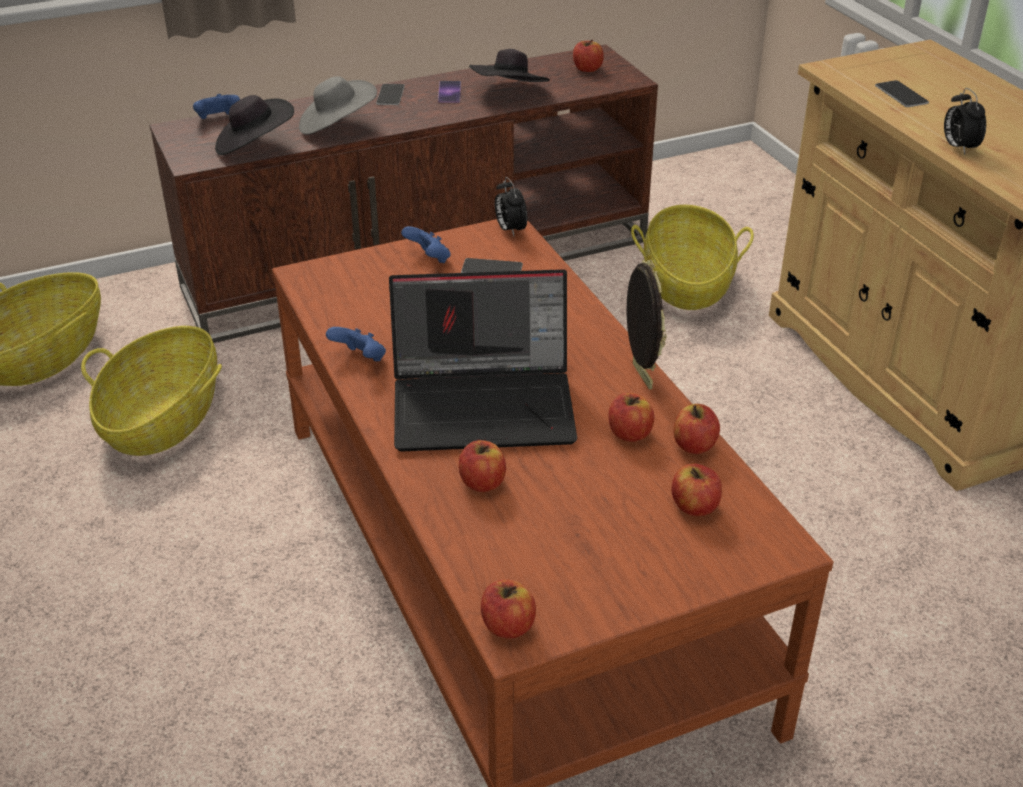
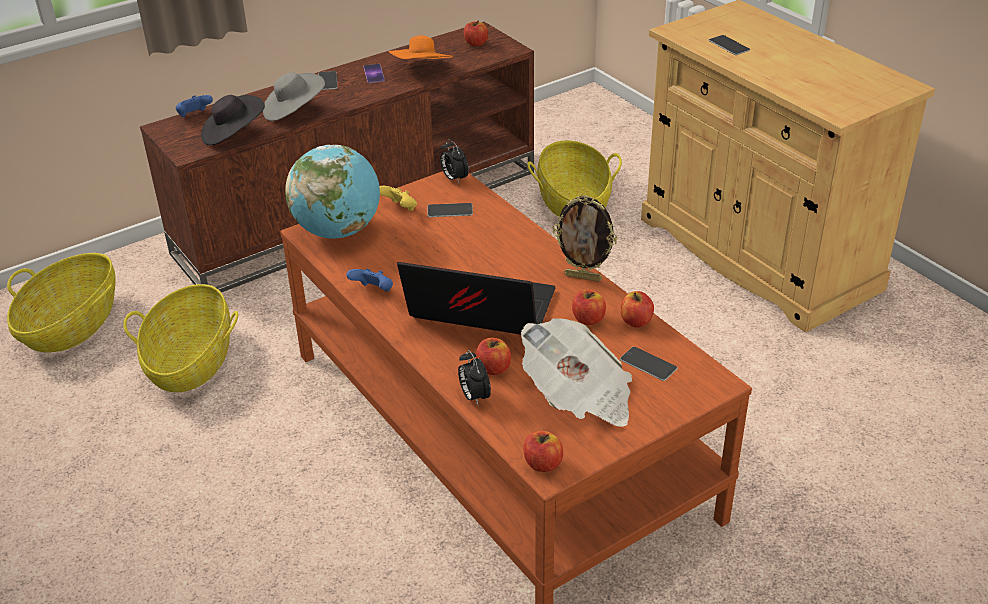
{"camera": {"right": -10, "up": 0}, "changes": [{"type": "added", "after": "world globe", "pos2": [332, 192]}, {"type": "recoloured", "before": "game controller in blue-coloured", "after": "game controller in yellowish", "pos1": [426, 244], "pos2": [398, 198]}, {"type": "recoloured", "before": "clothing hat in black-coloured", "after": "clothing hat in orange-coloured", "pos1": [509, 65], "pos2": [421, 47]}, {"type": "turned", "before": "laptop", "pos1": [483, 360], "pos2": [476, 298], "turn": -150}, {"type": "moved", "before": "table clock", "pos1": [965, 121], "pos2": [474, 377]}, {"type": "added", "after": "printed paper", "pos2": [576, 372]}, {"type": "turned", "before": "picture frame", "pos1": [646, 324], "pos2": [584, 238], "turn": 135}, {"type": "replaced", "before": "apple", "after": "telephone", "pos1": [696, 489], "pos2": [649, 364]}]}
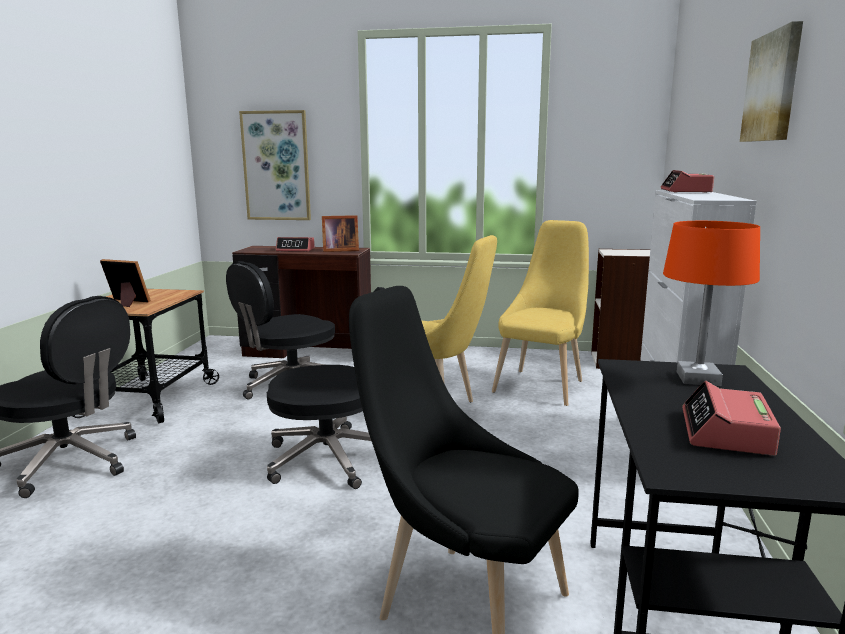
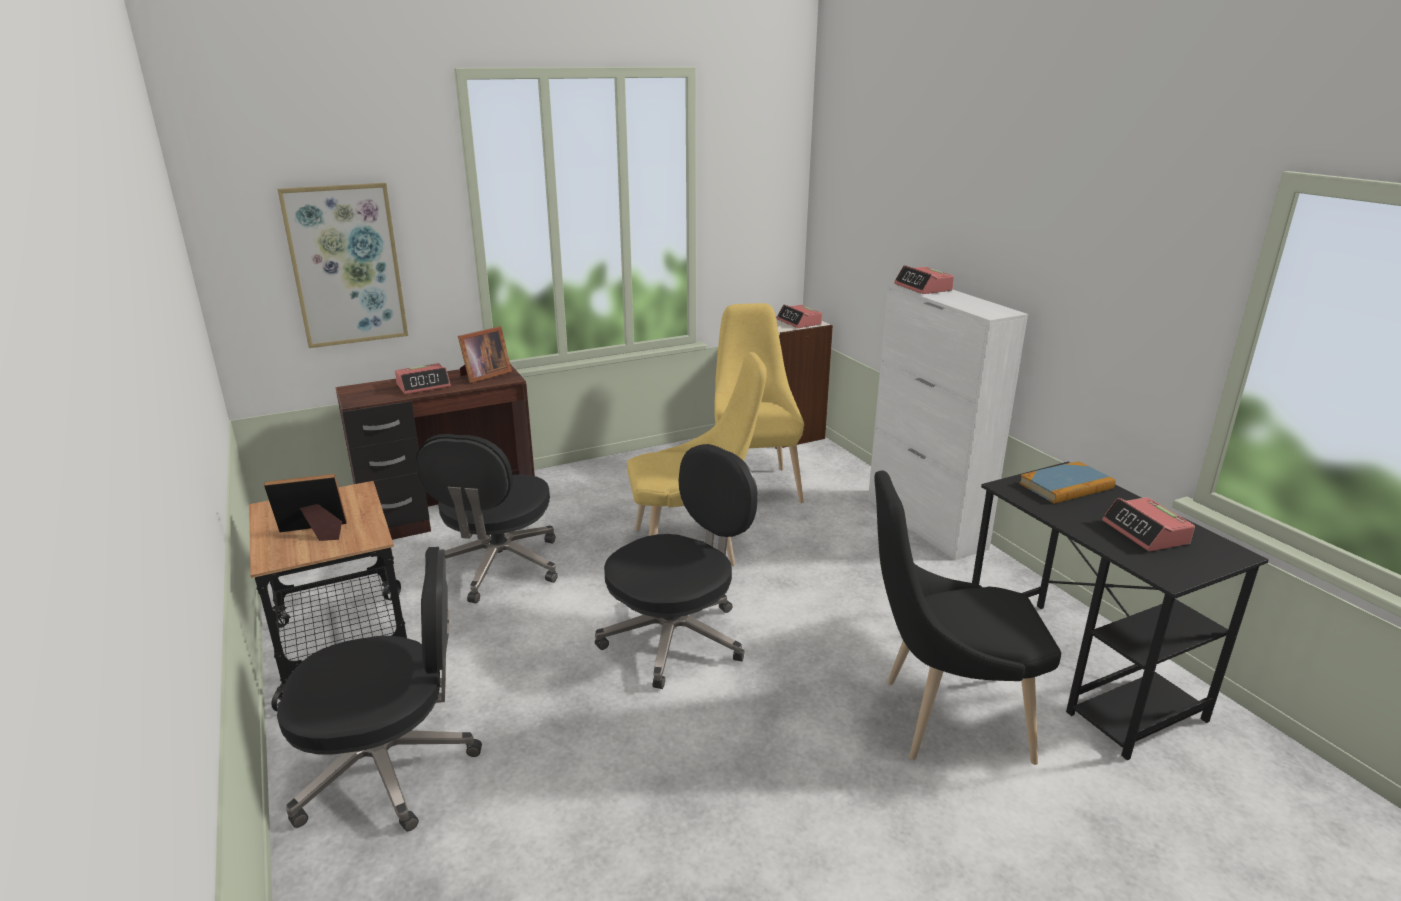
{"camera": {"right": -35, "up": 10}, "changes": [{"type": "added", "after": "table clock", "pos2": [799, 316]}, {"type": "replaced", "before": "lamp for a table in orange-coloured", "after": "book", "pos1": [711, 303], "pos2": [1067, 482]}, {"type": "removed", "before": "picture", "pos1": [771, 81]}]}
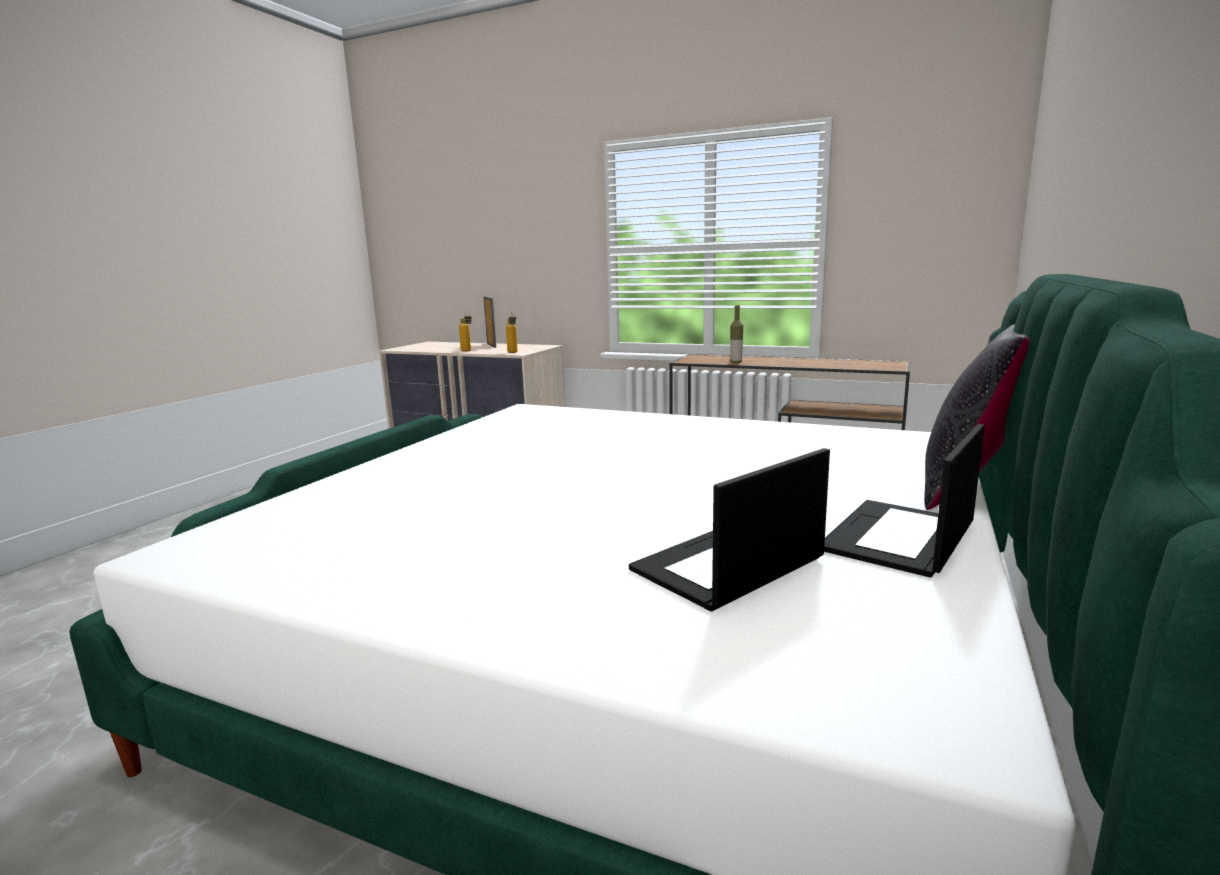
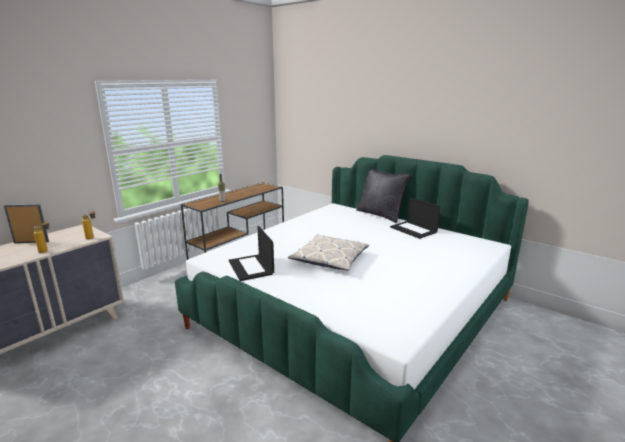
{"camera": {"right": -75, "up": 5}, "changes": [{"type": "moved", "before": "laptop", "pos1": [729, 529], "pos2": [251, 253]}, {"type": "added", "after": "throw pillow", "pos2": [328, 252]}]}
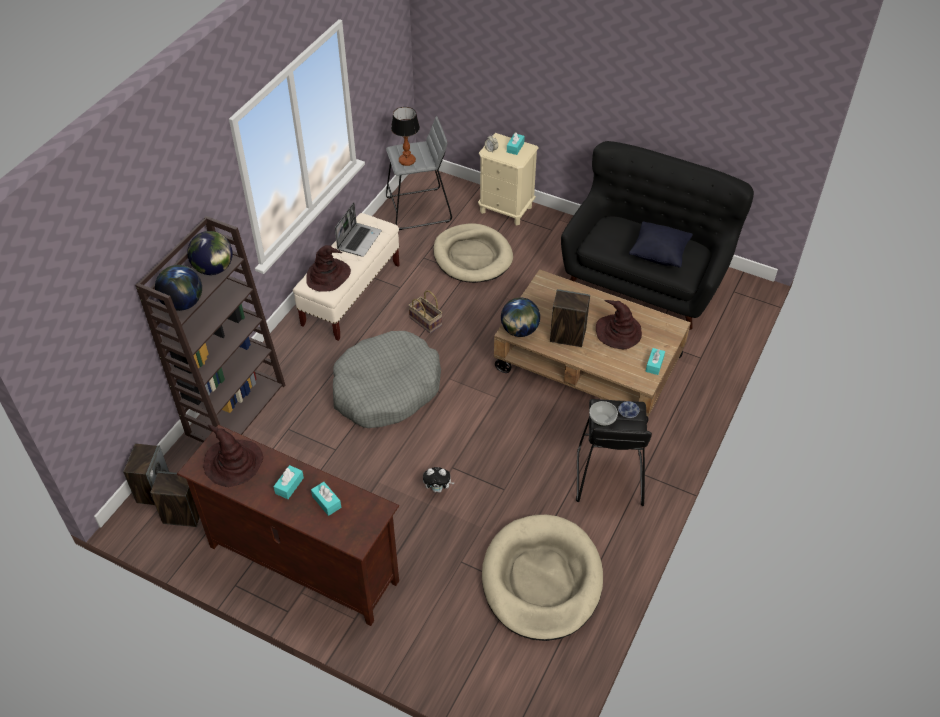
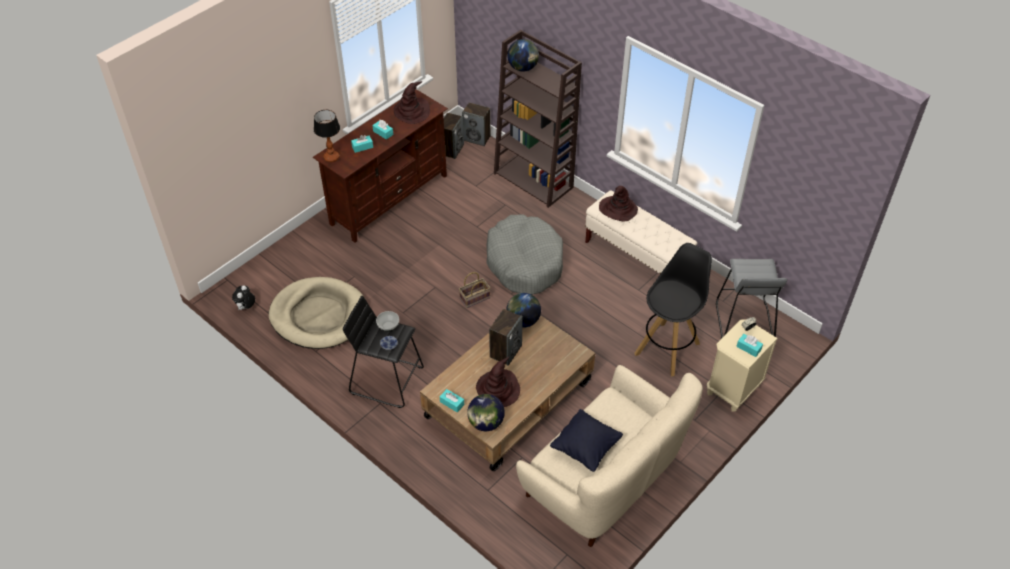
{"camera": {"right": 105, "up": 0}, "changes": [{"type": "moved", "before": "soft toy", "pos1": [438, 480], "pos2": [243, 298]}, {"type": "moved", "before": "lamp for a table", "pos1": [405, 136], "pos2": [327, 136]}, {"type": "moved", "before": "household basket", "pos1": [425, 311], "pos2": [474, 290]}, {"type": "moved", "before": "world globe", "pos1": [210, 253], "pos2": [486, 412]}, {"type": "recoloured", "before": "sofa in black-coloured", "after": "sofa in sand-coloured", "pos1": [657, 235], "pos2": [609, 456]}, {"type": "replaced", "before": "dog bed in sand-coloured", "after": "stool in black-coloured", "pos1": [473, 253], "pos2": [673, 309]}, {"type": "removed", "before": "laptop", "pos1": [358, 229]}]}
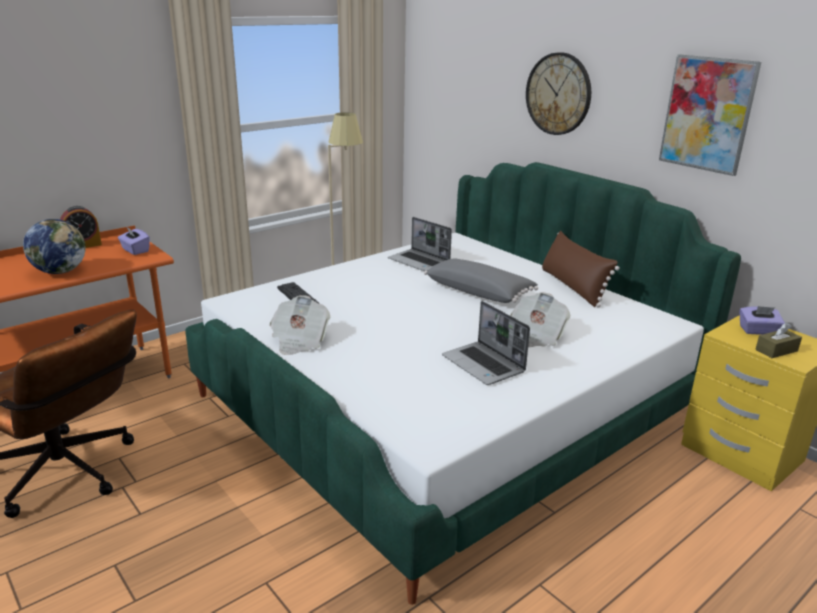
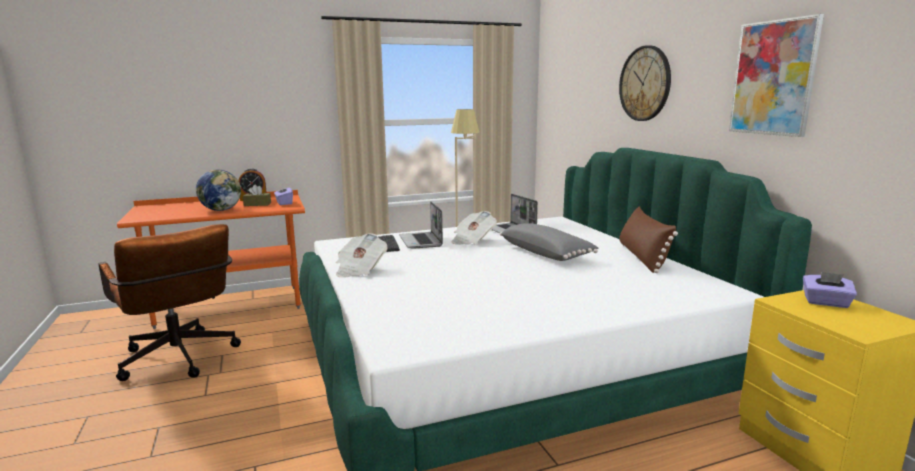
{"camera": {"right": 20, "up": -10}, "changes": [{"type": "moved", "before": "tissue box in brown-coloured", "pos1": [778, 340], "pos2": [257, 195]}, {"type": "moved", "before": "laptop", "pos1": [486, 343], "pos2": [421, 225]}, {"type": "moved", "before": "printed paper", "pos1": [540, 319], "pos2": [474, 228]}]}
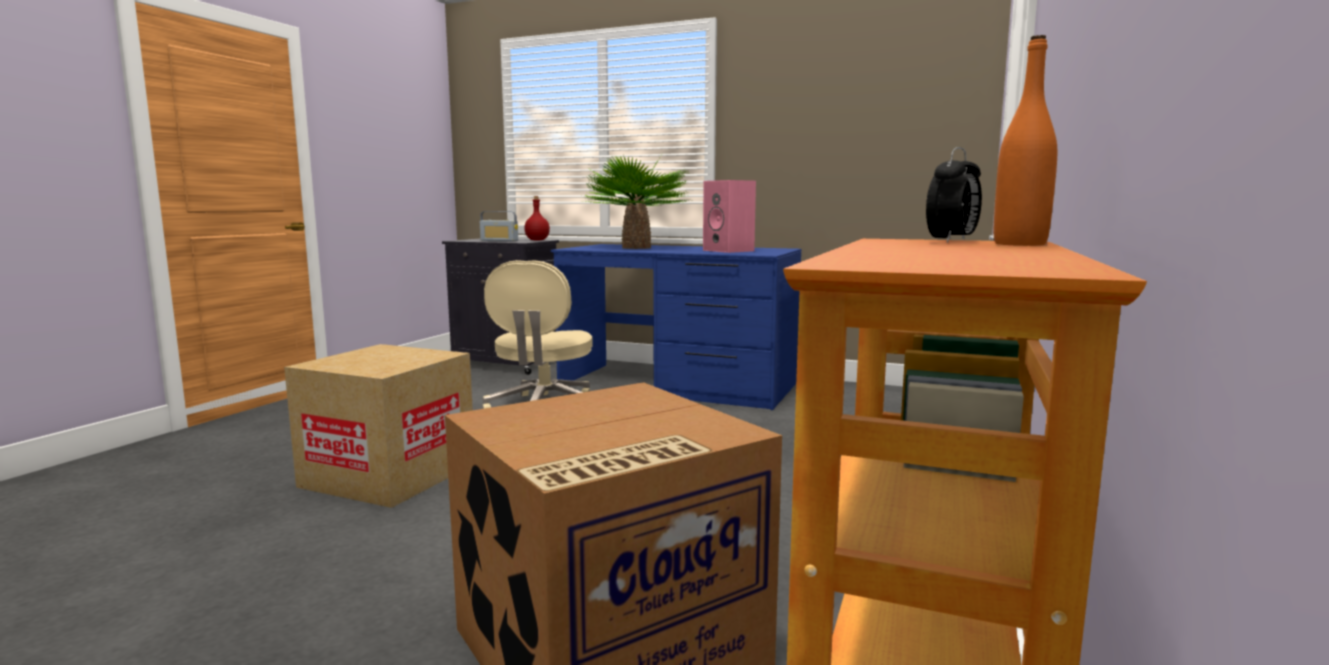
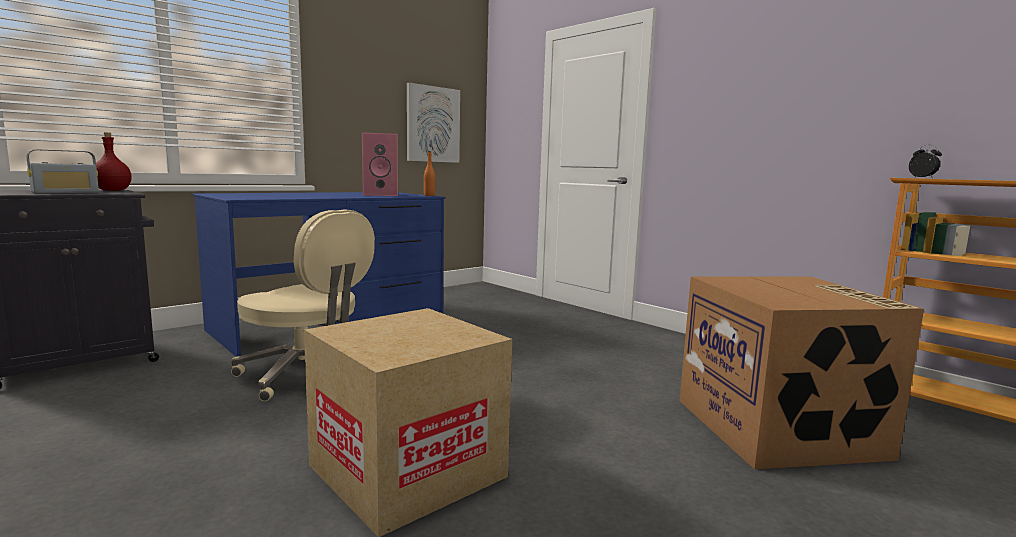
{"camera": {"right": -65, "up": 0}, "changes": [{"type": "added", "after": "picture", "pos2": [433, 123]}, {"type": "moved", "before": "bottle in orange-coloured", "pos1": [1025, 140], "pos2": [429, 173]}, {"type": "removed", "before": "potted plant", "pos1": [637, 202]}]}
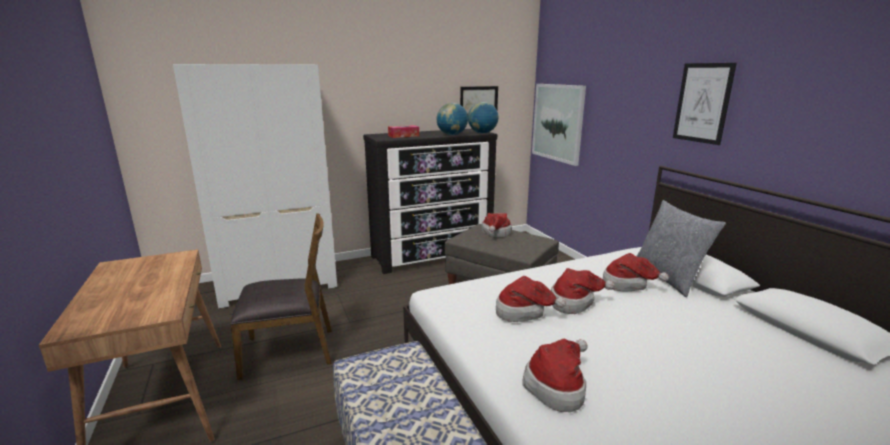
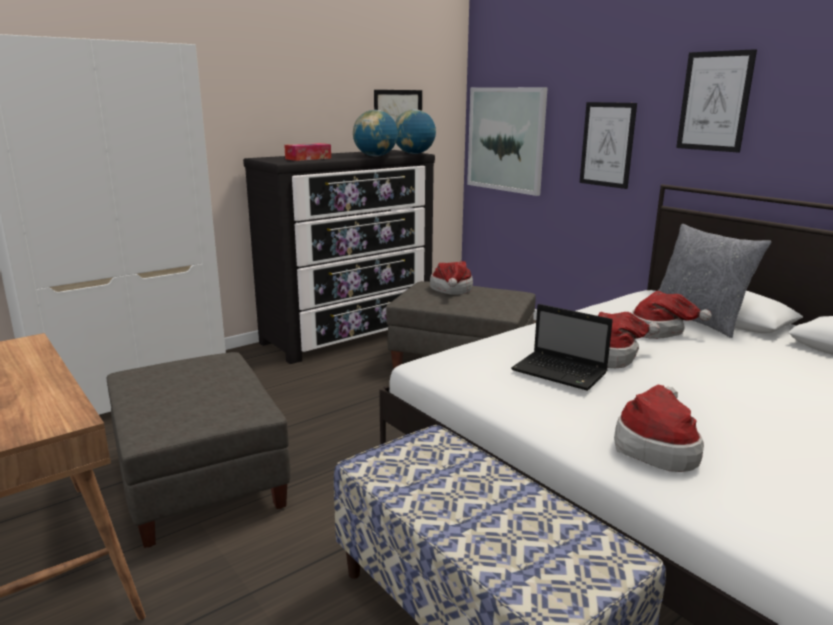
{"camera": {"right": -15, "up": 0}, "changes": [{"type": "replaced", "before": "plain chair in brown-coloured", "after": "pouffe in grey", "pos1": [281, 296], "pos2": [198, 450]}, {"type": "replaced", "before": "clothing hat", "after": "laptop", "pos1": [531, 299], "pos2": [562, 347]}, {"type": "added", "after": "picture", "pos2": [608, 145]}]}
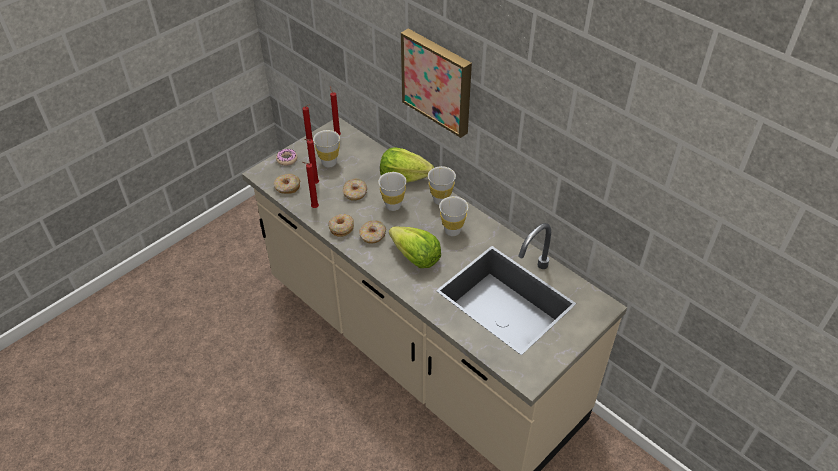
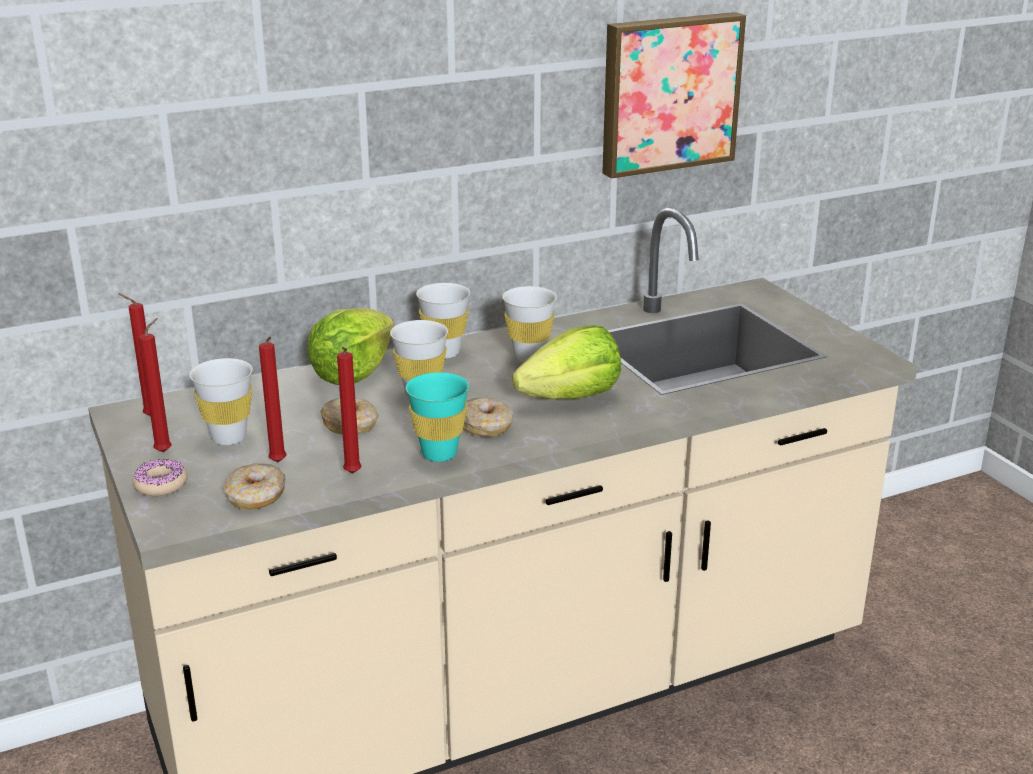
{"camera": {"right": -70, "up": -20}, "changes": [{"type": "replaced", "before": "doughnut", "after": "cup in turquoise-coloured", "pos1": [341, 225], "pos2": [437, 417]}, {"type": "moved", "before": "picture", "pos1": [436, 83], "pos2": [674, 95]}]}
